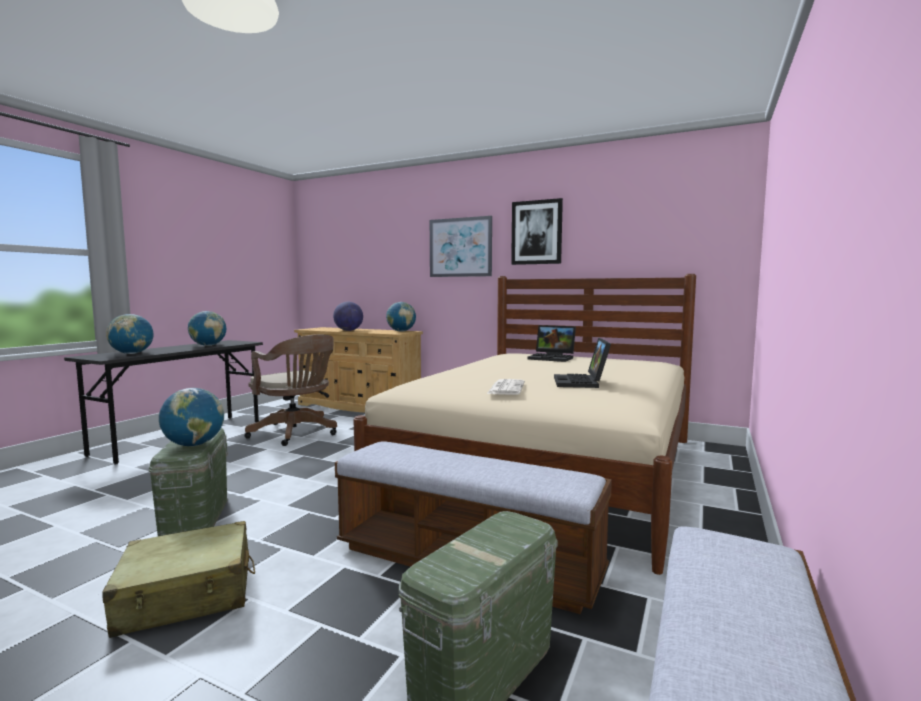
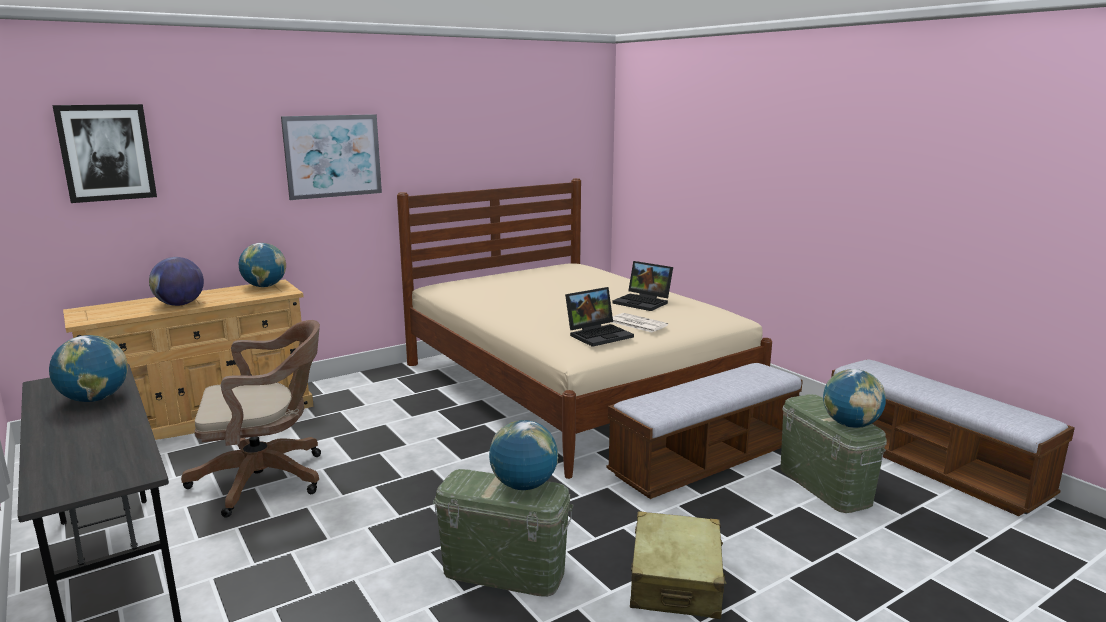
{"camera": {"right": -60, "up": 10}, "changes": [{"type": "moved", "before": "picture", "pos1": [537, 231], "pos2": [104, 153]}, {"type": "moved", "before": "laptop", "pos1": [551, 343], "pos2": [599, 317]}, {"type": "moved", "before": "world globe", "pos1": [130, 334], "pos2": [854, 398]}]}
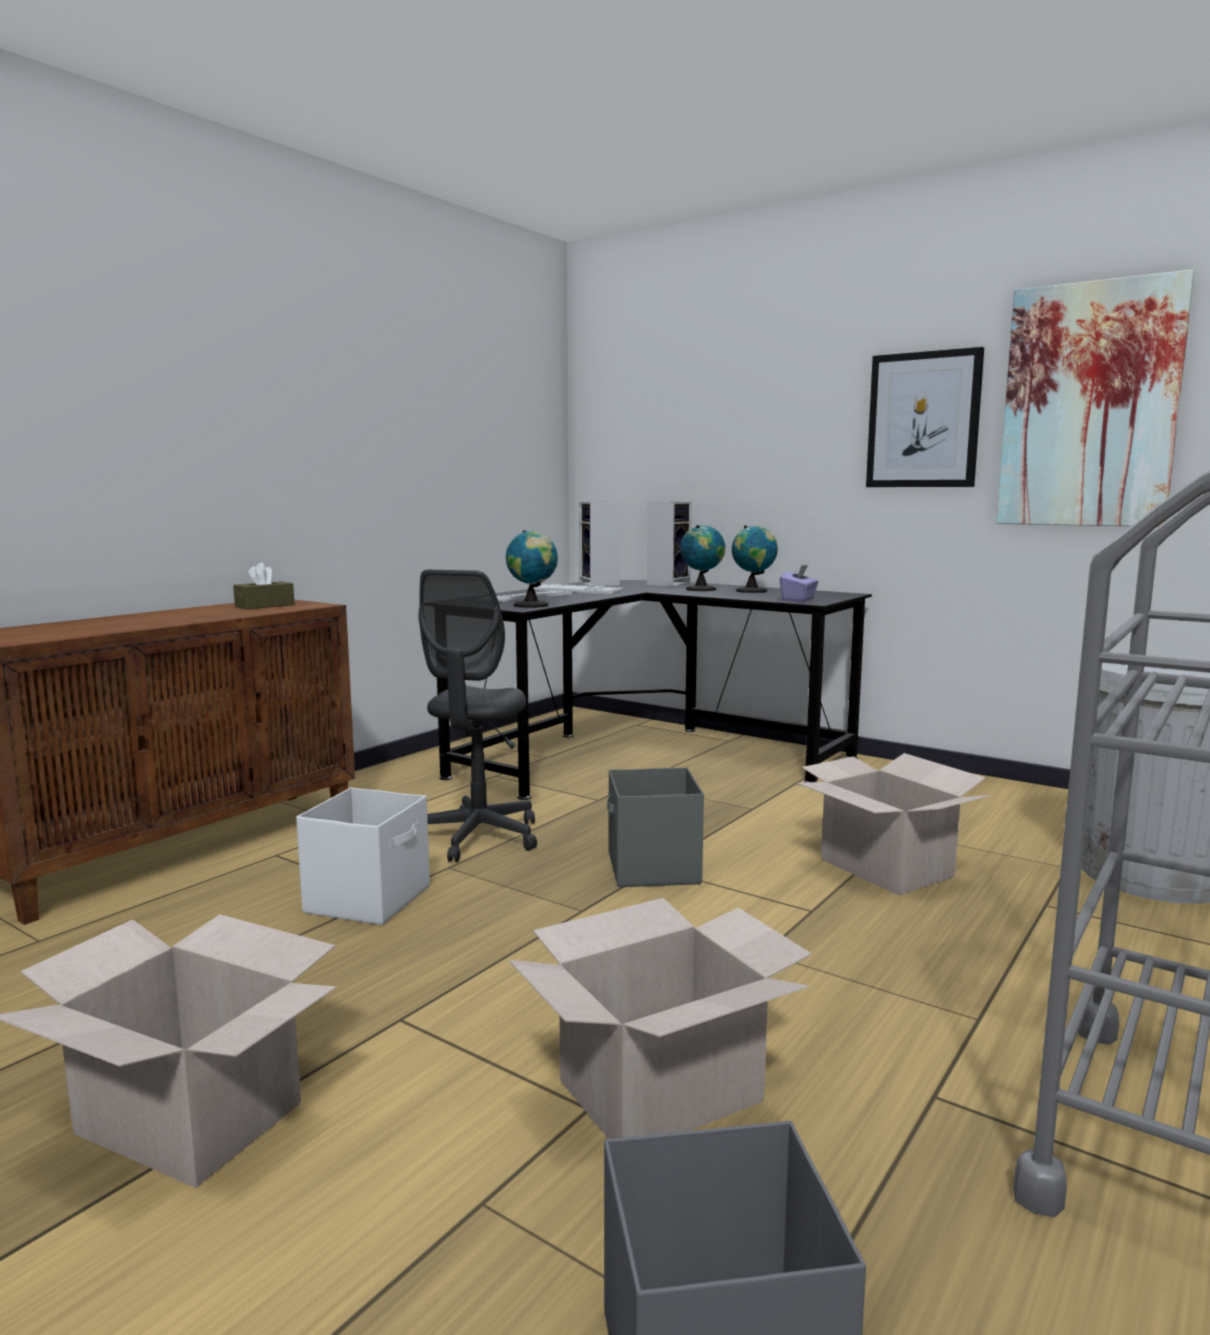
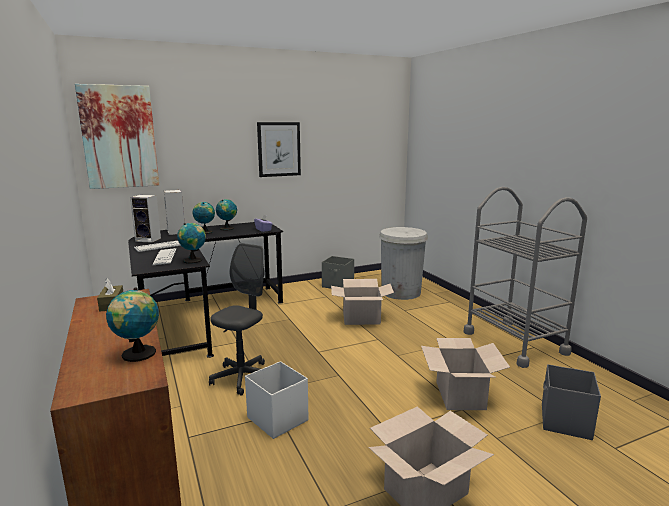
{"camera": {"right": -60, "up": 5}, "changes": [{"type": "moved", "before": "picture", "pos1": [1095, 398], "pos2": [117, 136]}, {"type": "added", "after": "world globe", "pos2": [132, 325]}, {"type": "turned", "before": "desk chair in grey", "pos1": [478, 716], "pos2": [237, 319], "turn": -105}, {"type": "moved", "before": "storage bin in grey", "pos1": [655, 827], "pos2": [338, 272]}]}
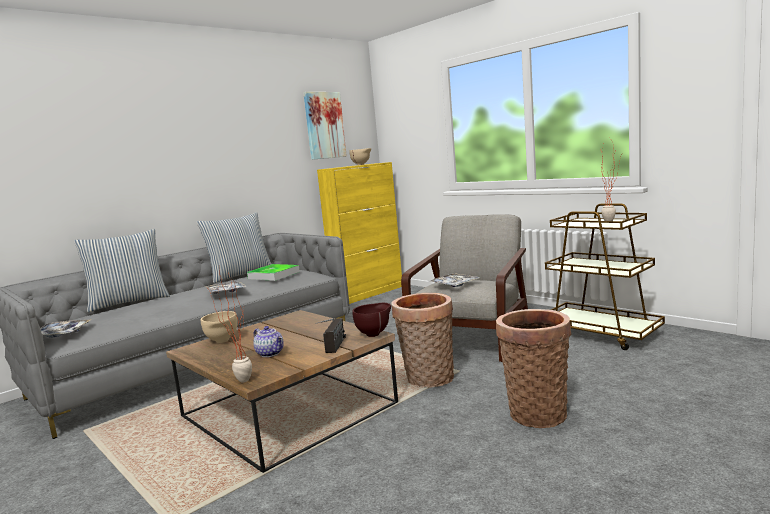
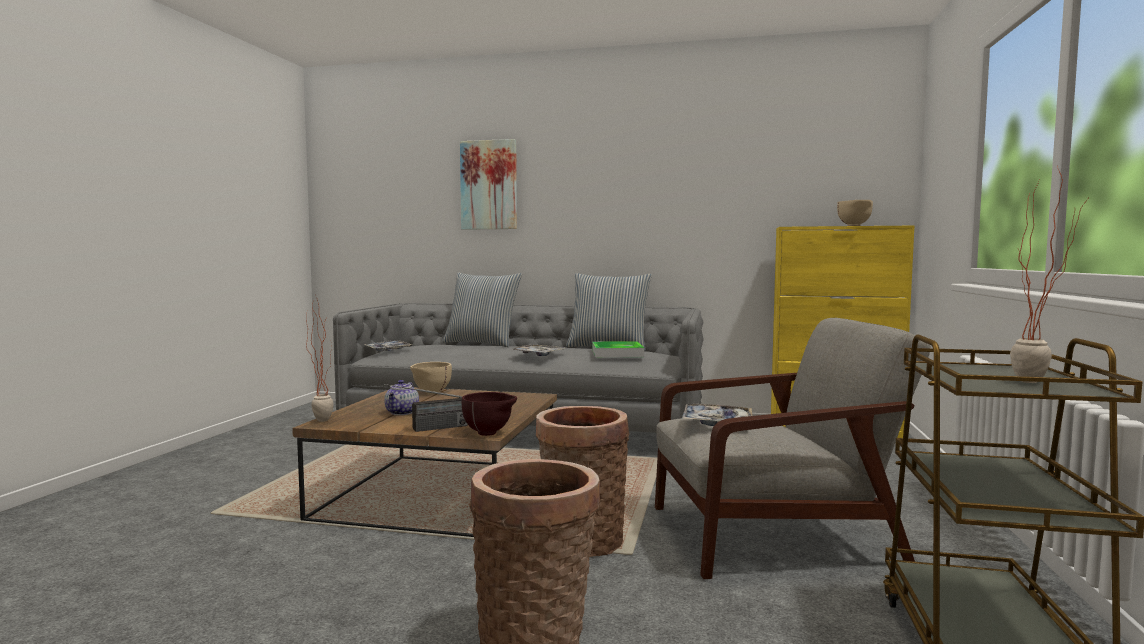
{"camera": {"right": 55, "up": -5}, "changes": [{"type": "moved", "before": "picture", "pos1": [325, 126], "pos2": [488, 184]}]}
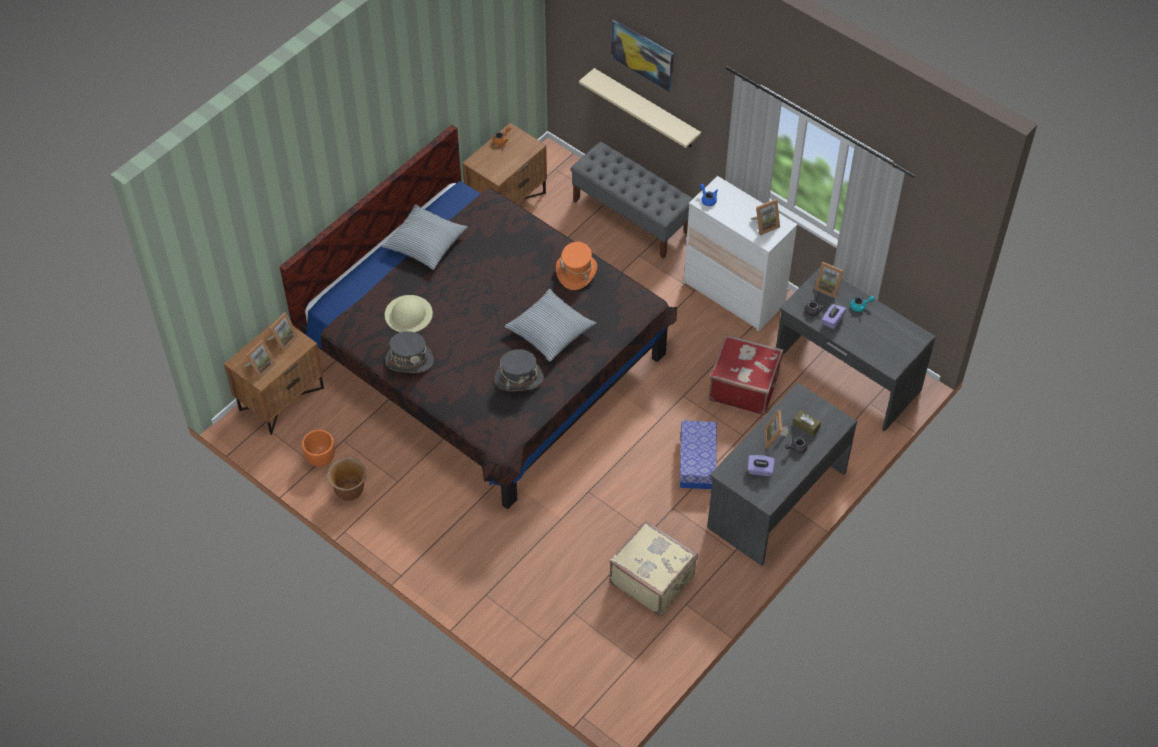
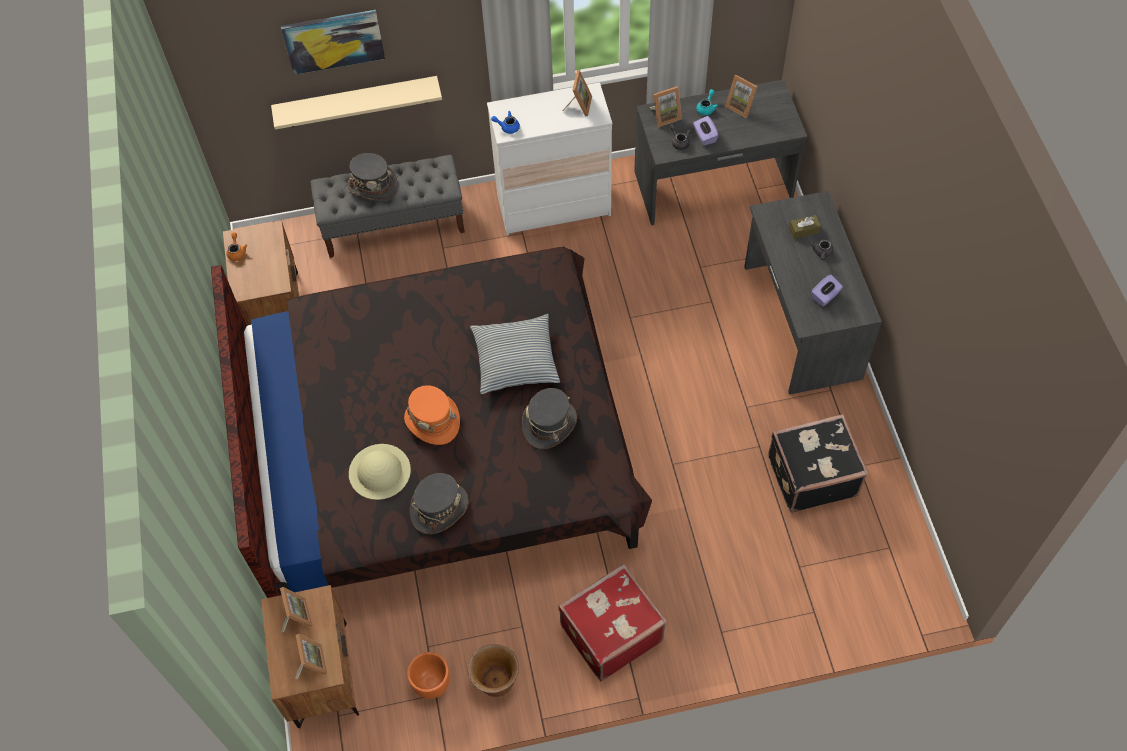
{"camera": {"right": -50, "up": 5}, "changes": [{"type": "added", "after": "clothing hat in grey", "pos2": [372, 177]}, {"type": "moved", "before": "clothing hat in orange-coloured", "pos1": [576, 266], "pos2": [432, 415]}, {"type": "moved", "before": "travel case in red-coloured", "pos1": [746, 374], "pos2": [612, 622]}, {"type": "moved", "before": "picture frame", "pos1": [776, 429], "pos2": [741, 96]}, {"type": "recoloured", "before": "travel case in sand-coloured", "after": "travel case in black-coloured", "pos1": [653, 568], "pos2": [818, 463]}, {"type": "removed", "before": "throw pillow", "pos1": [425, 237]}, {"type": "removed", "before": "storage bin", "pos1": [698, 454]}]}
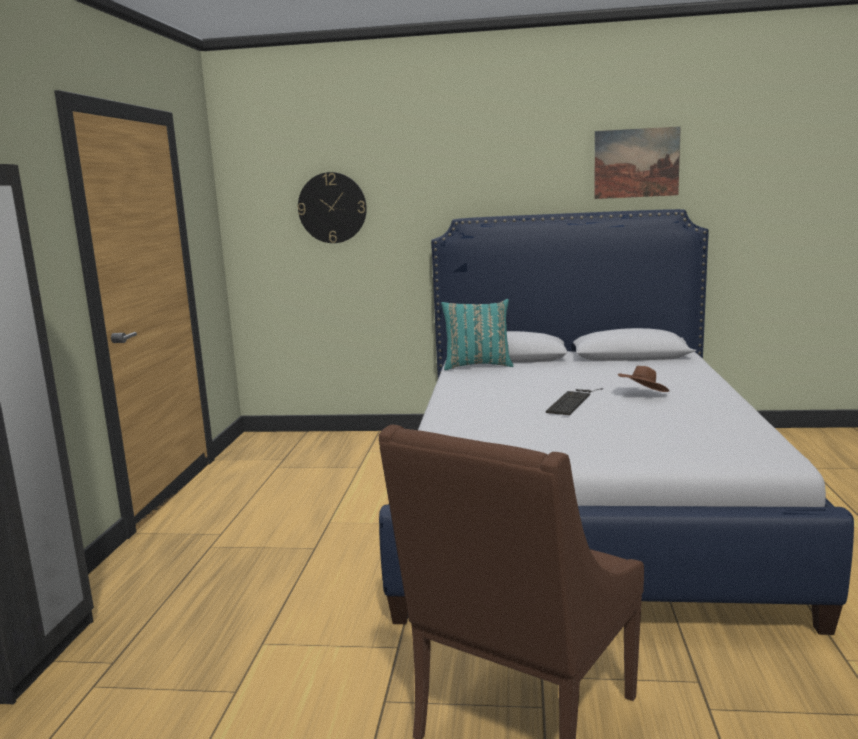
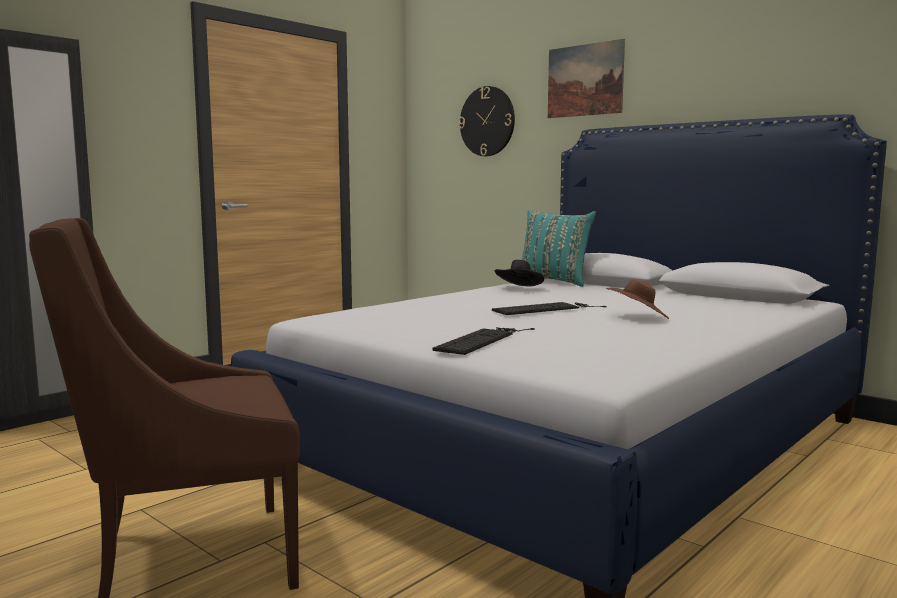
{"camera": {"right": 35, "up": -5}, "changes": [{"type": "added", "after": "PC keyboard", "pos2": [484, 341]}, {"type": "added", "after": "clothing hat in black-coloured", "pos2": [519, 273]}, {"type": "moved", "before": "picture", "pos1": [637, 162], "pos2": [586, 78]}]}
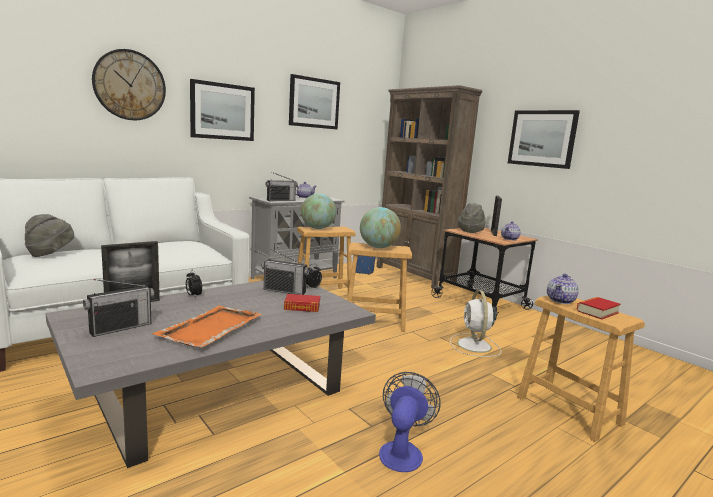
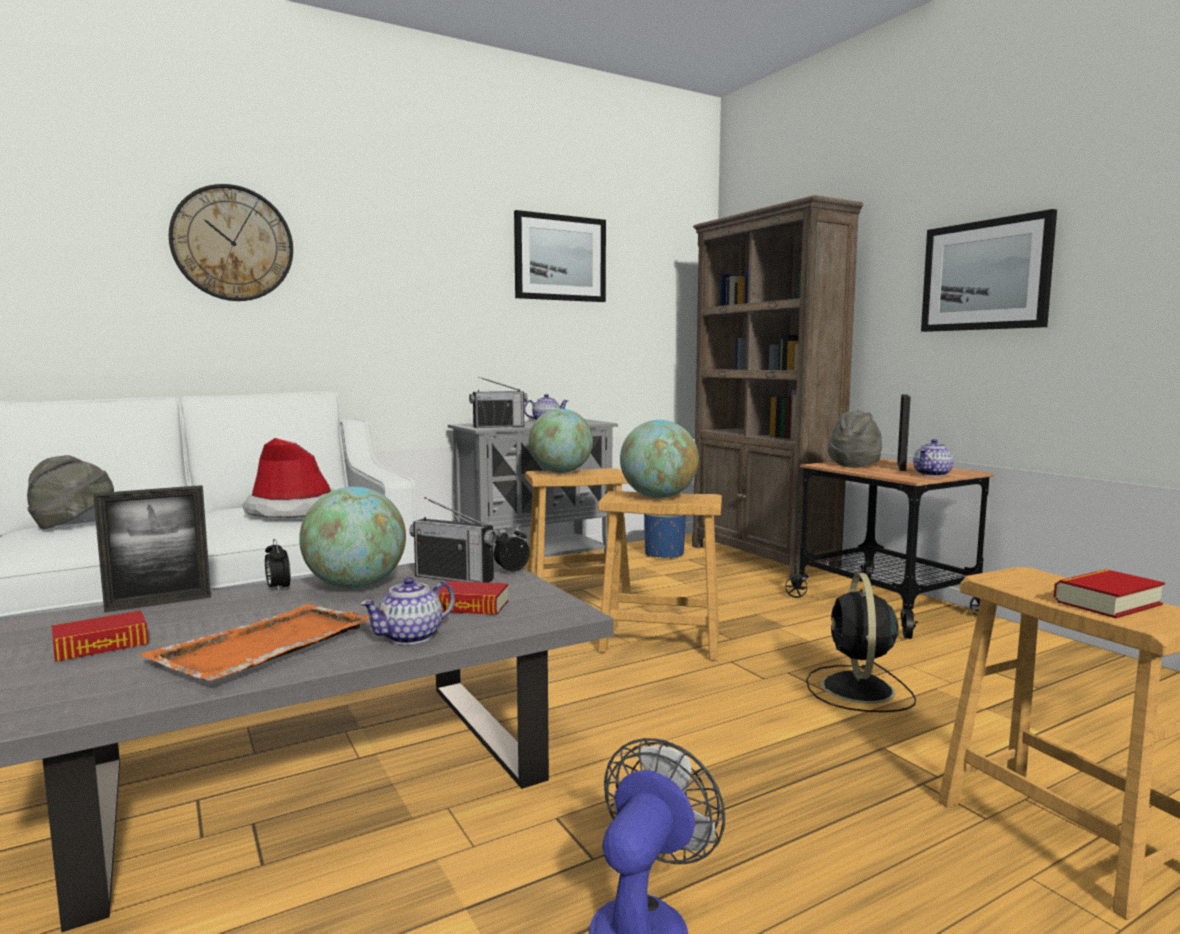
{"camera": {"right": 10, "up": -5}, "changes": [{"type": "replaced", "before": "radio receiver", "after": "book", "pos1": [118, 308], "pos2": [100, 636]}, {"type": "added", "after": "clothing hat", "pos2": [288, 478]}, {"type": "added", "after": "world globe", "pos2": [352, 538]}, {"type": "moved", "before": "tea pot", "pos1": [563, 289], "pos2": [407, 611]}, {"type": "recoloured", "before": "electric fan in whitish", "after": "electric fan in black-coloured", "pos1": [475, 323], "pos2": [861, 642]}, {"type": "removed", "before": "picture", "pos1": [222, 110]}]}
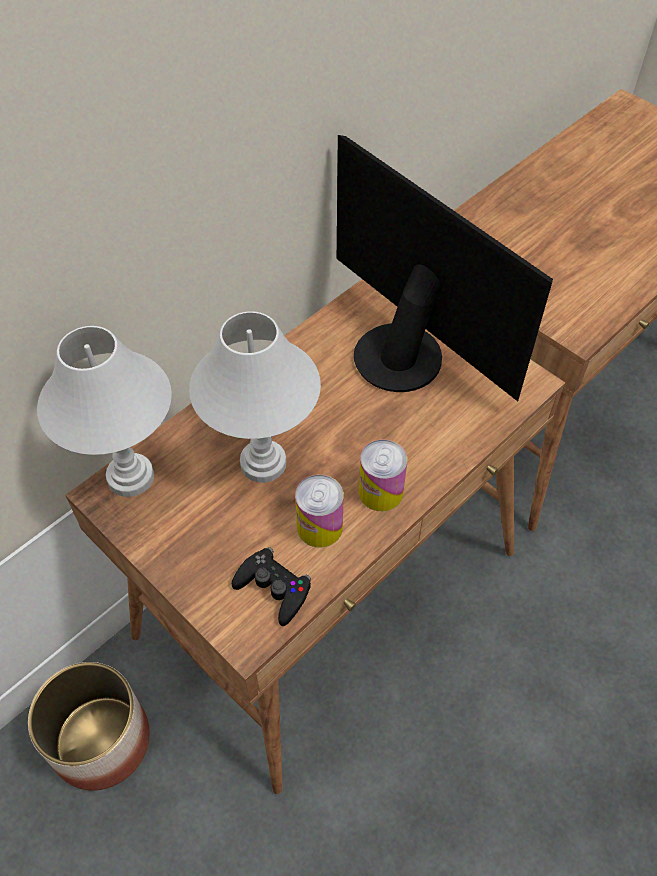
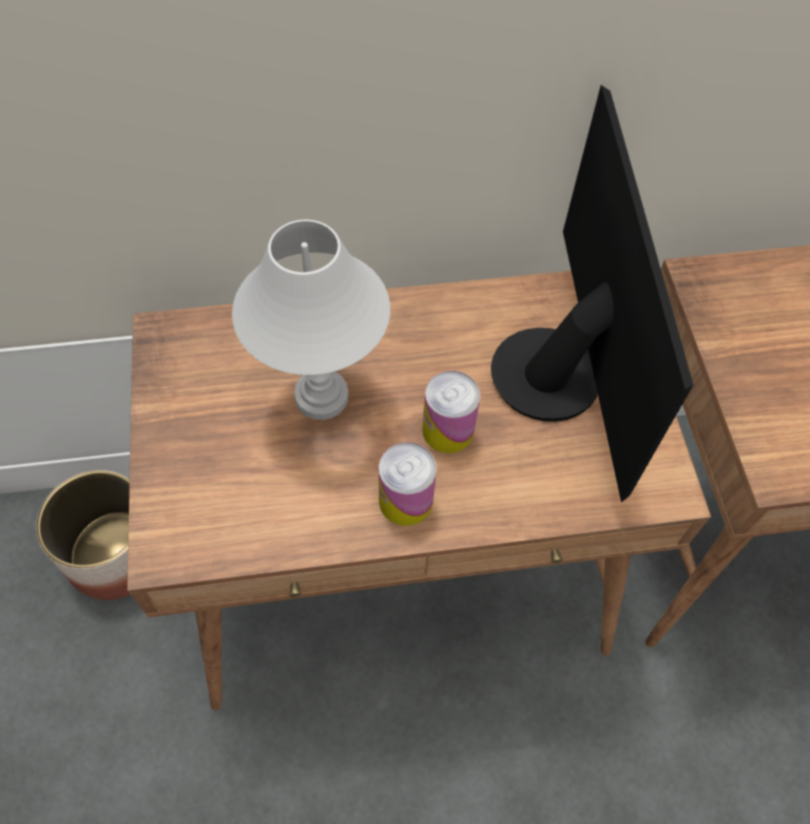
{"camera": {"right": 35, "up": 5}, "changes": [{"type": "moved", "before": "can", "pos1": [319, 511], "pos2": [451, 412]}, {"type": "removed", "before": "lamp for a table in whitish", "pos1": [104, 411]}, {"type": "removed", "before": "game controller in black-coloured", "pos1": [271, 586]}]}
